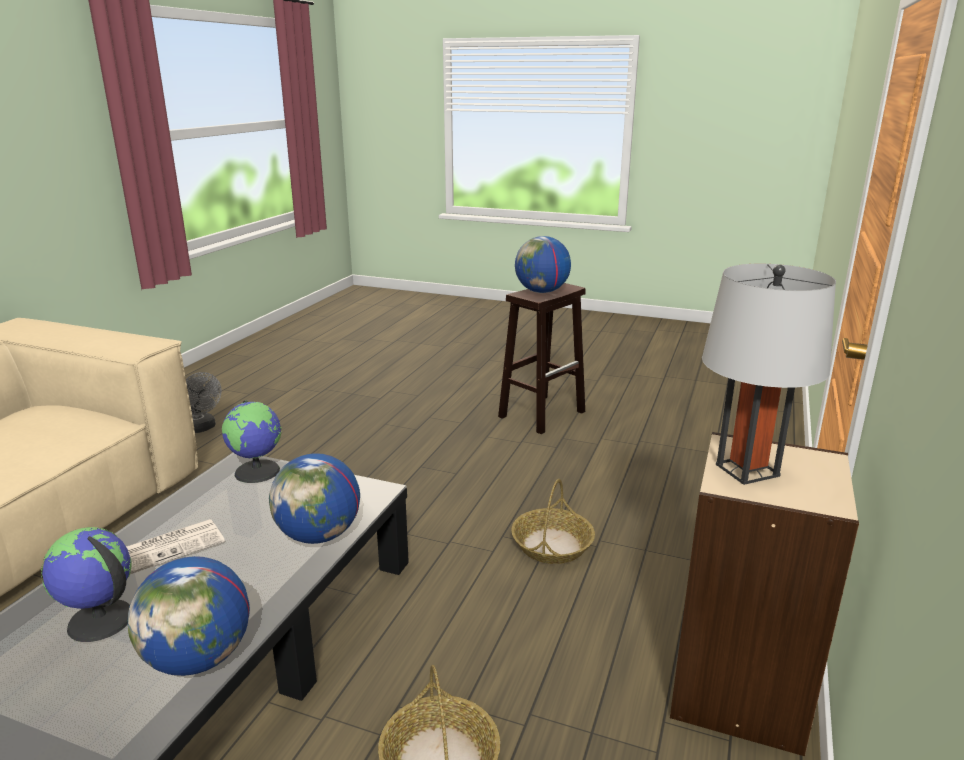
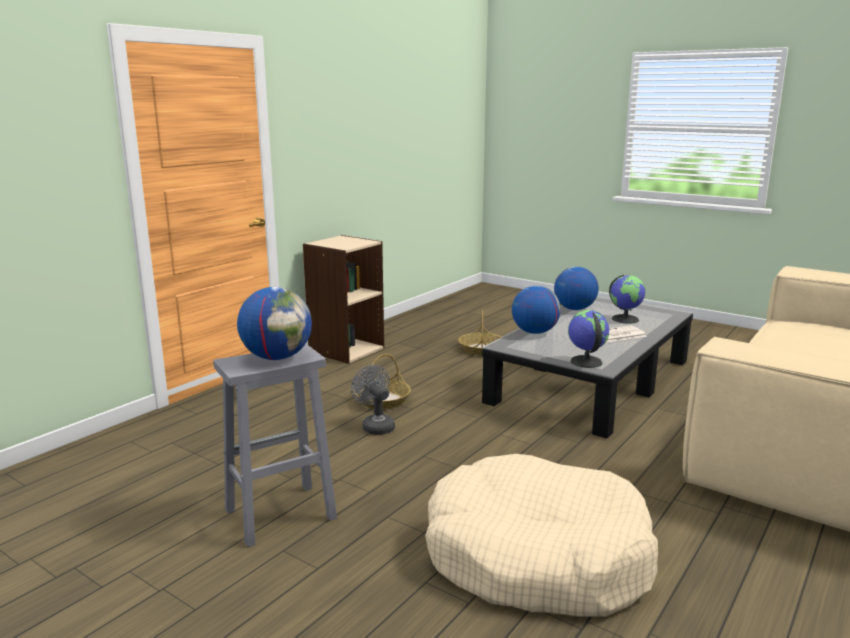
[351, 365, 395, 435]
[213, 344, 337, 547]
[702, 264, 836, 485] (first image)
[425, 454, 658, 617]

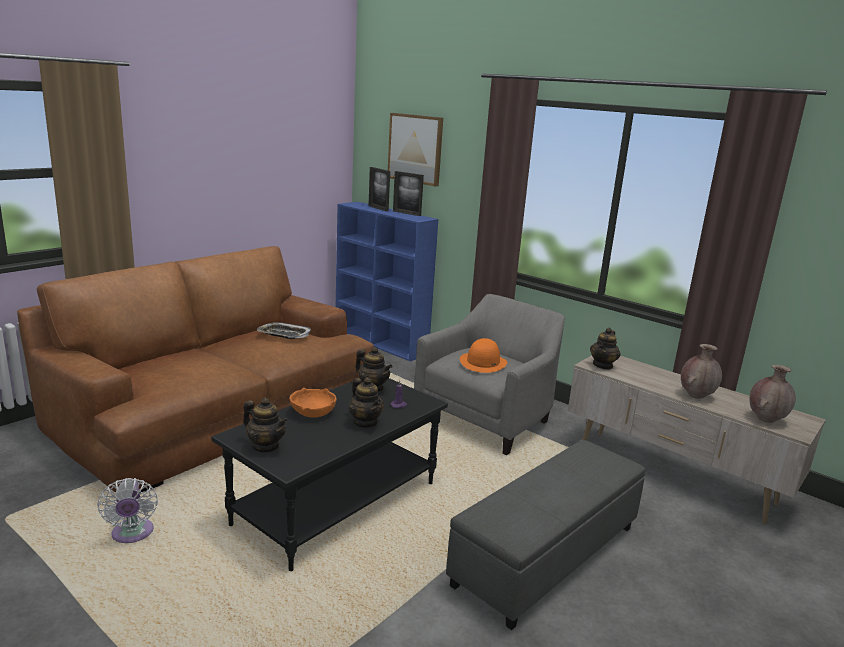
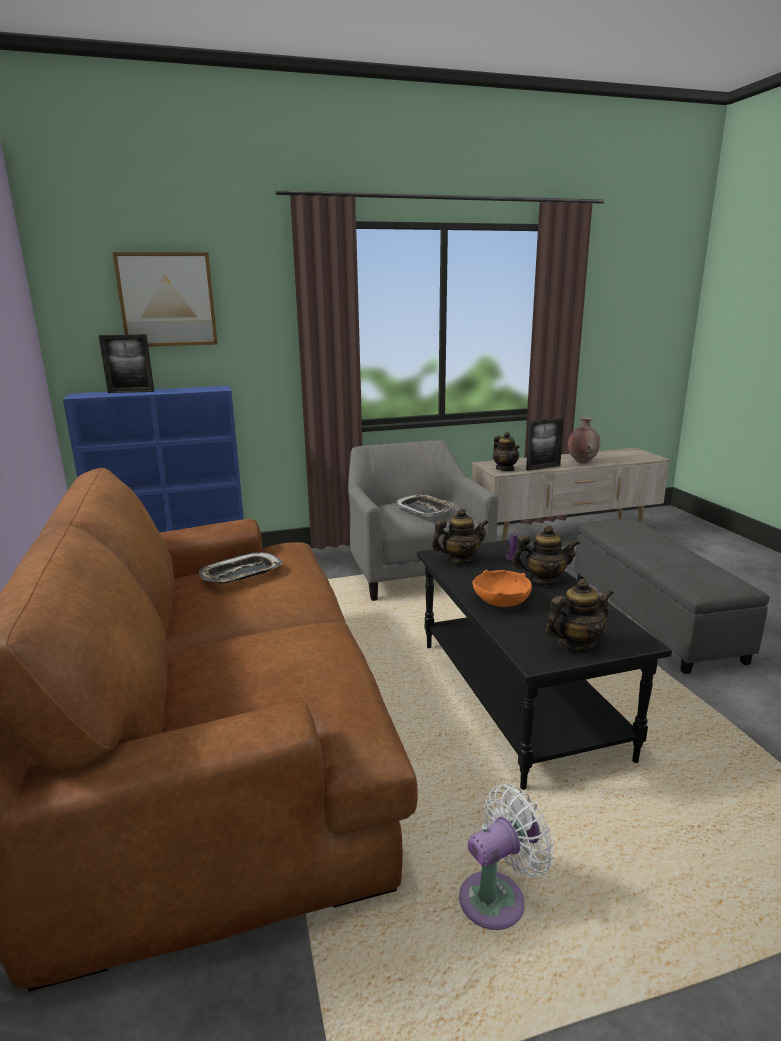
[459, 784, 554, 930]
[526, 418, 564, 471]
[394, 494, 454, 516]
[750, 365, 796, 423] (first image)

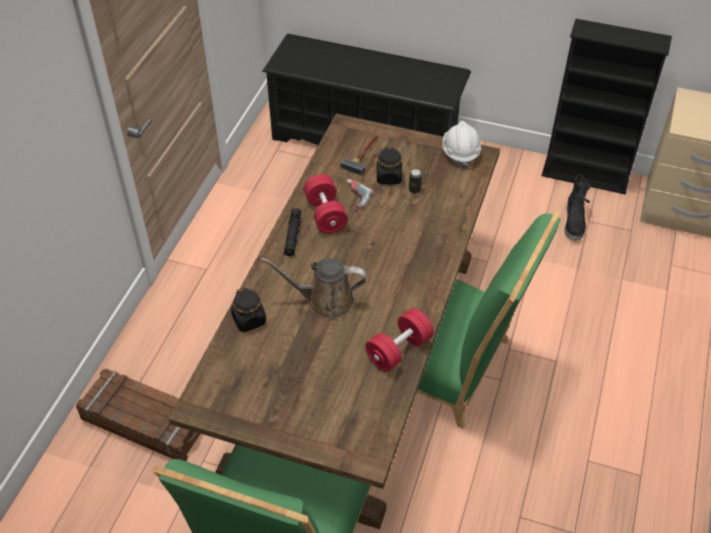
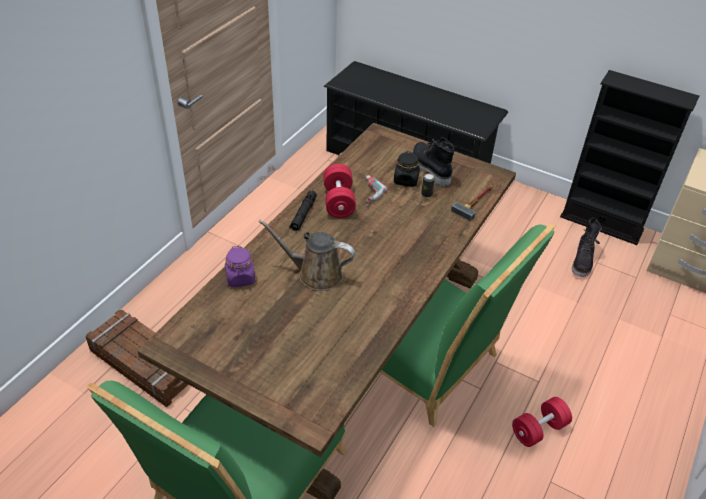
[225, 246, 255, 287]
[451, 185, 492, 221]
[512, 397, 572, 447]
[442, 121, 481, 168] (first image)
[413, 137, 455, 187]

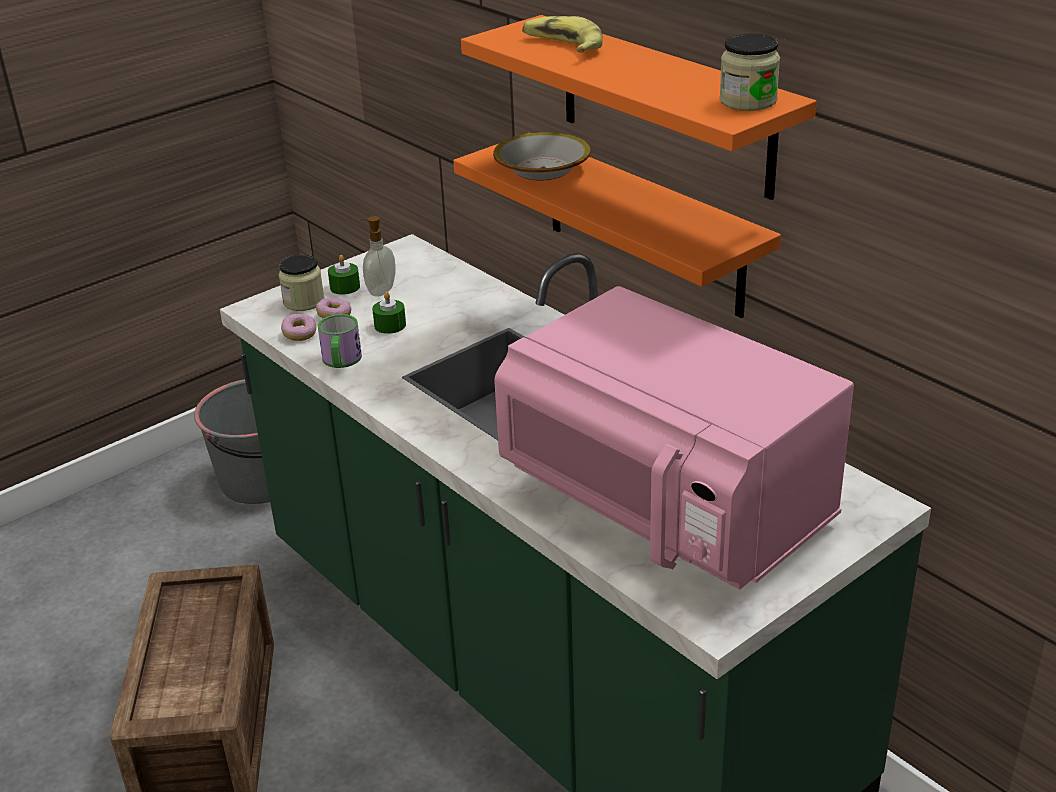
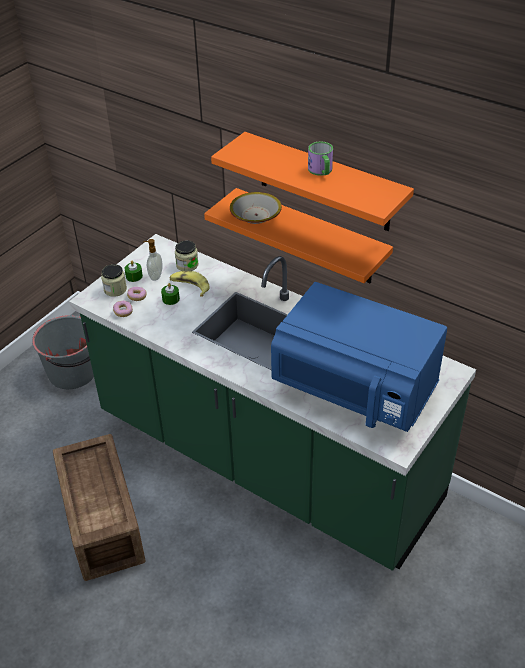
[308, 141, 333, 176]
[271, 282, 447, 432]
[170, 271, 210, 297]
[175, 240, 199, 271]

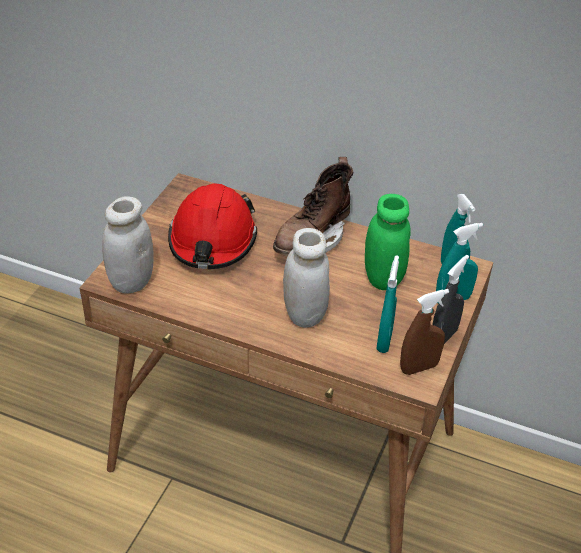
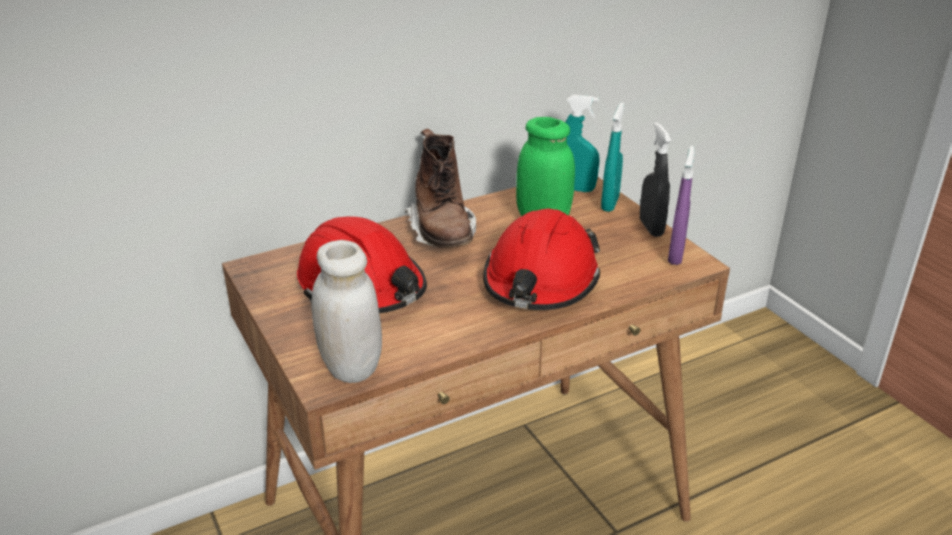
[483, 208, 600, 310]
[376, 255, 399, 353] (first image)
[668, 146, 695, 265]

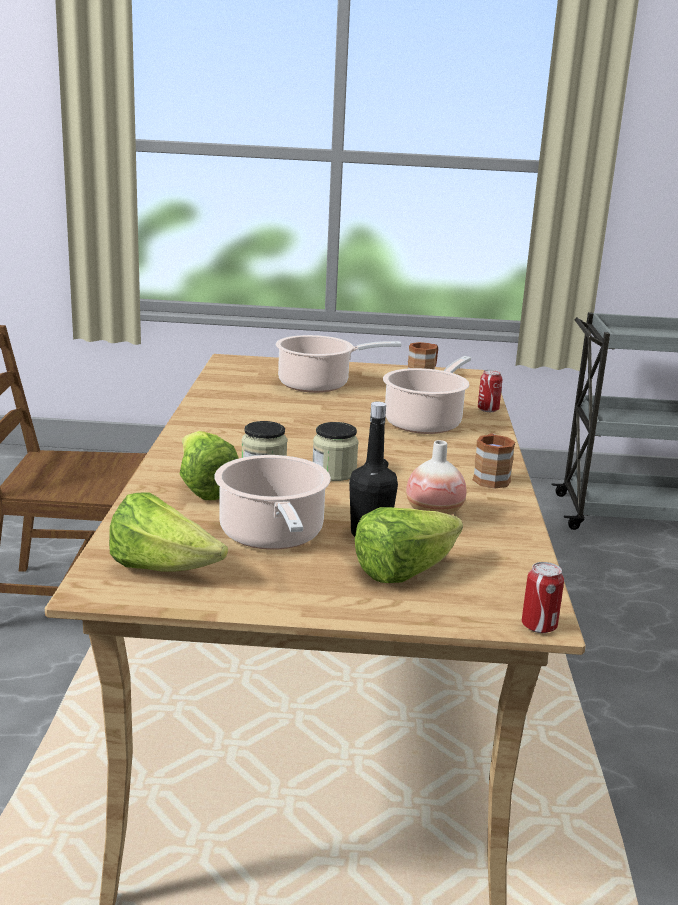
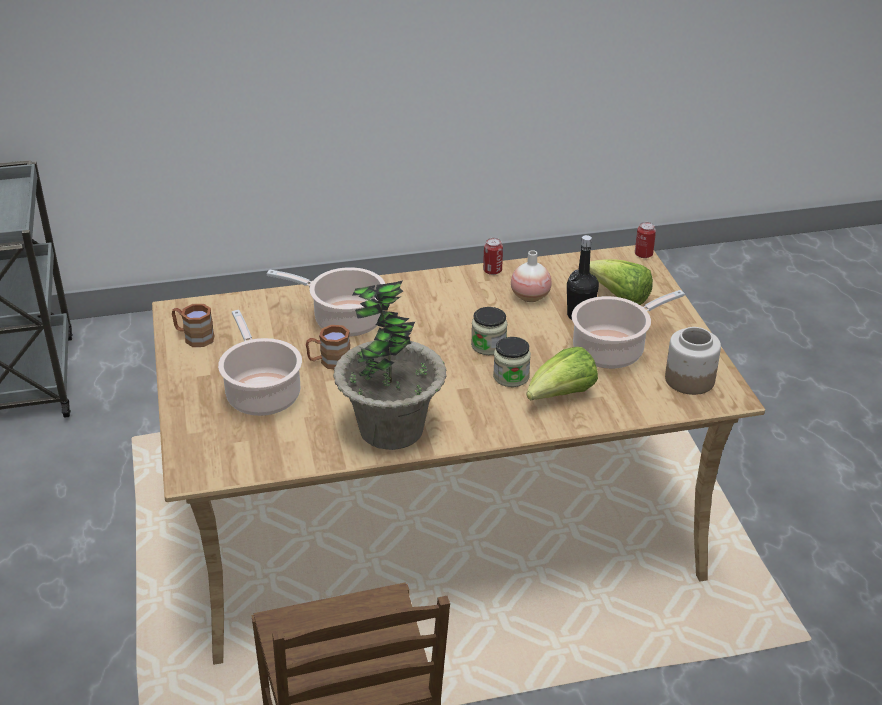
[665, 327, 721, 395]
[306, 325, 350, 369]
[483, 238, 503, 275]
[333, 280, 447, 450]

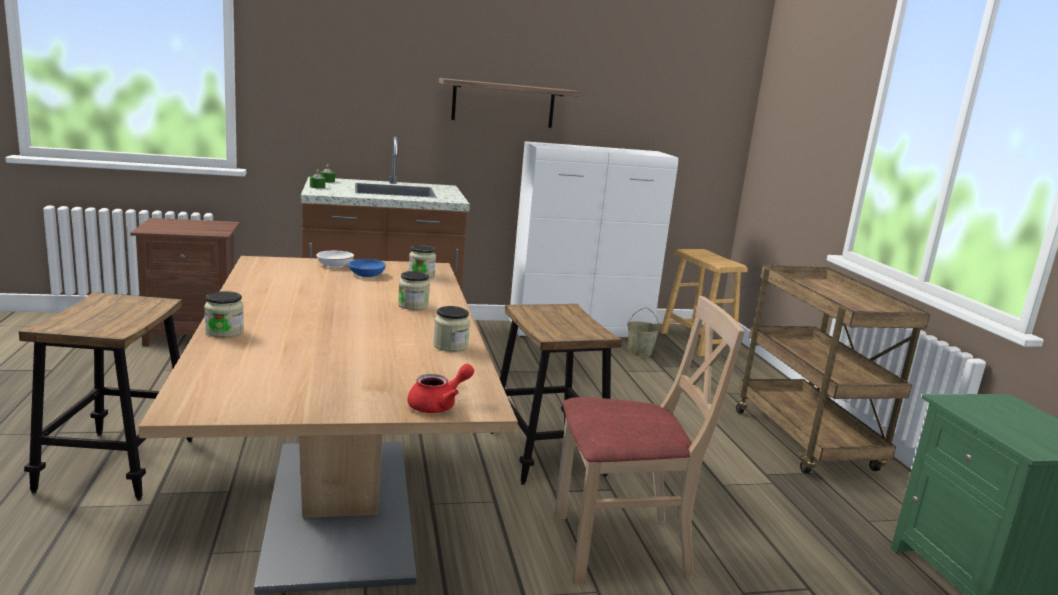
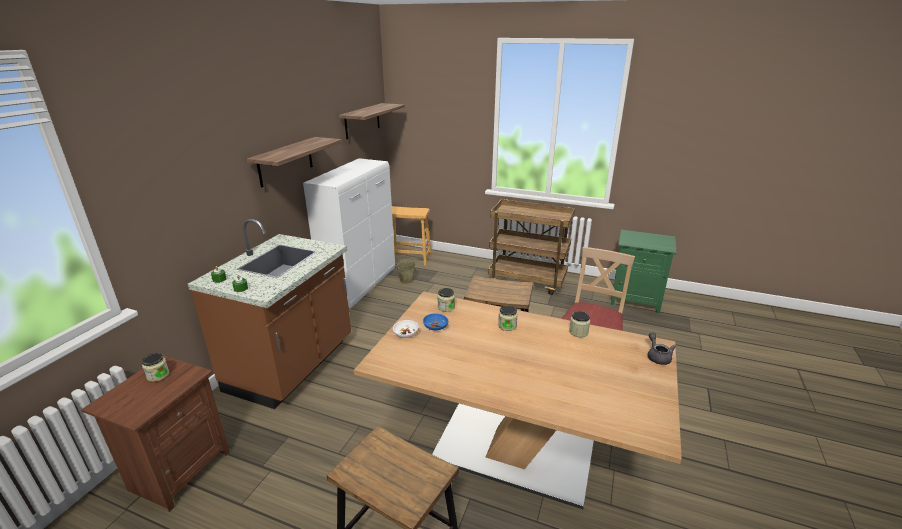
[142, 353, 169, 382]
[648, 332, 676, 365]
[339, 103, 405, 140]

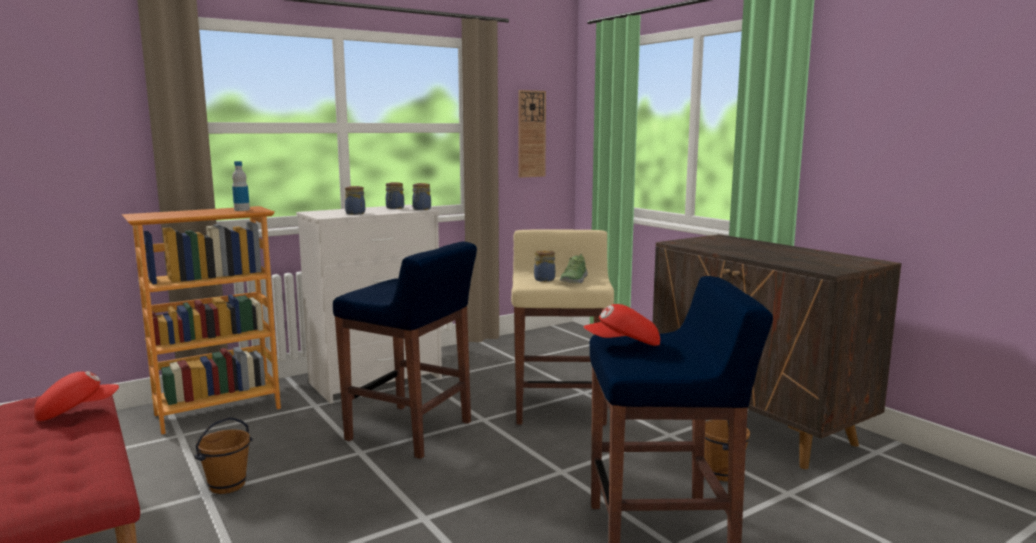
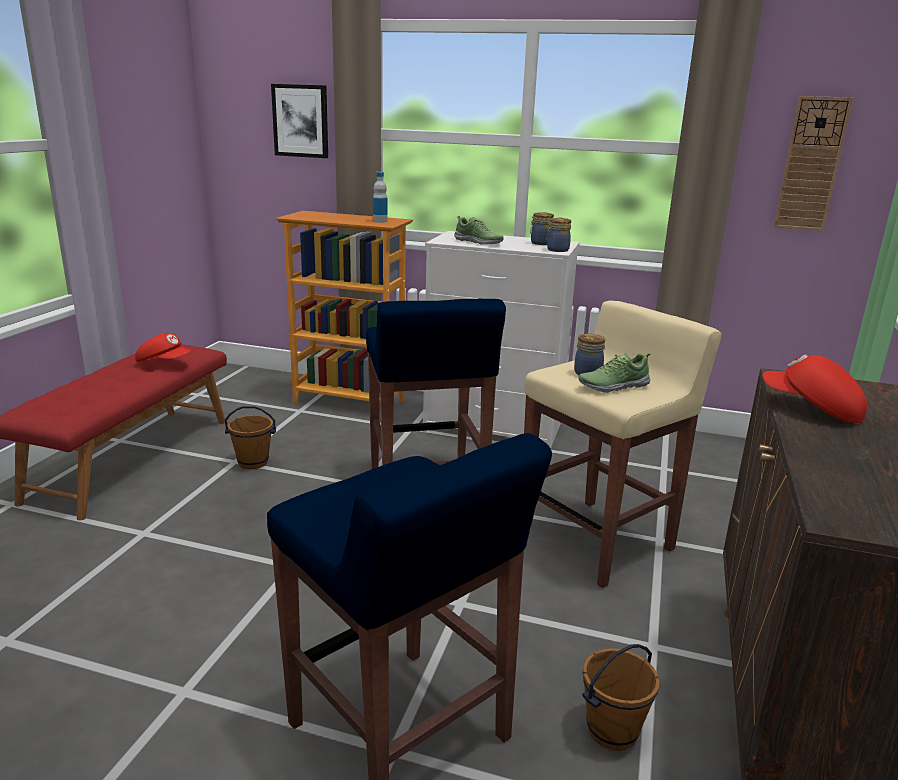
[454, 216, 504, 245]
[762, 354, 867, 423]
[271, 84, 328, 158]

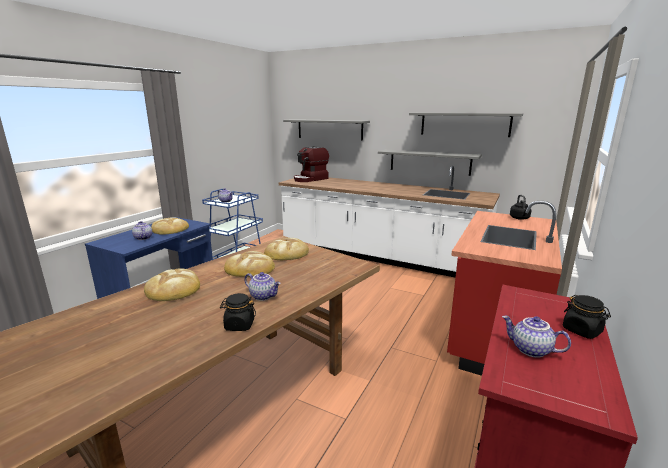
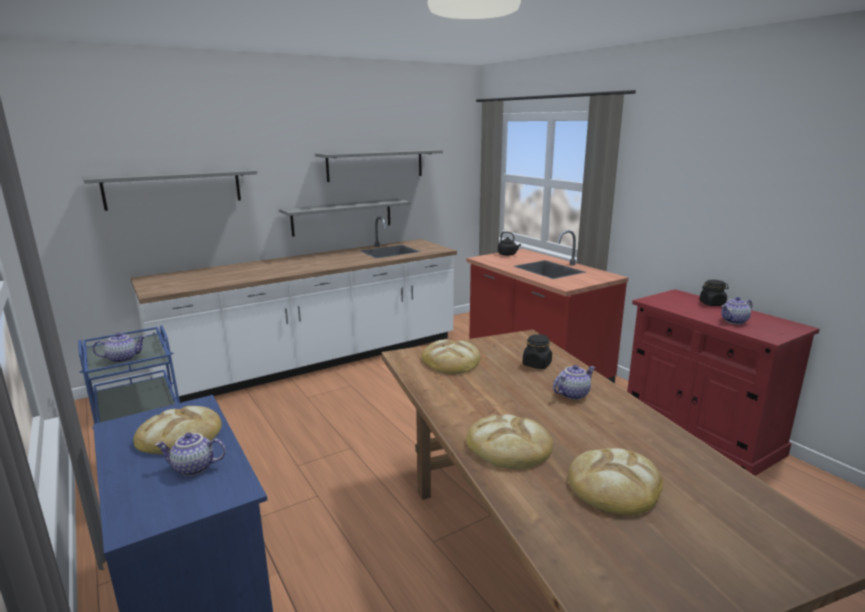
[522, 334, 552, 369]
[568, 448, 663, 515]
[294, 146, 329, 182] (first image)

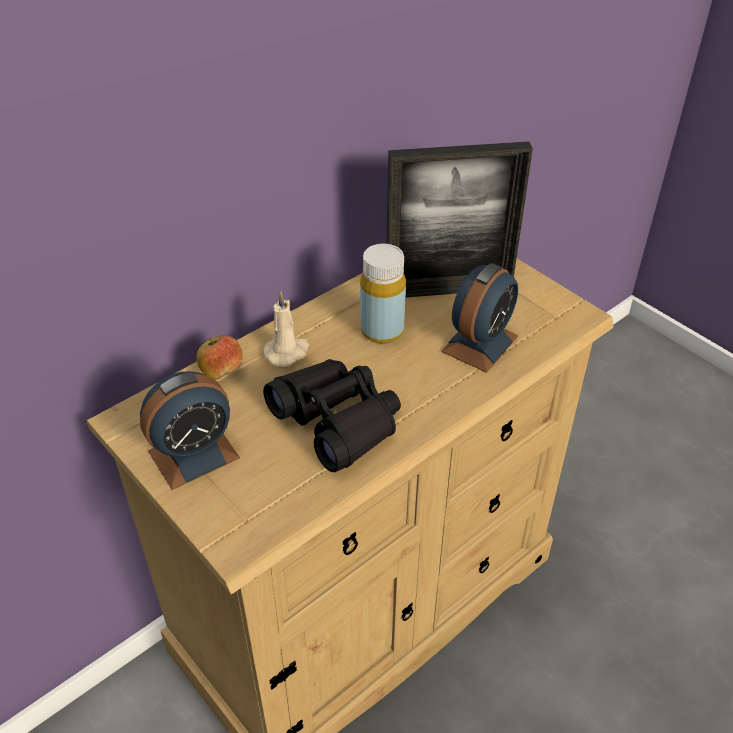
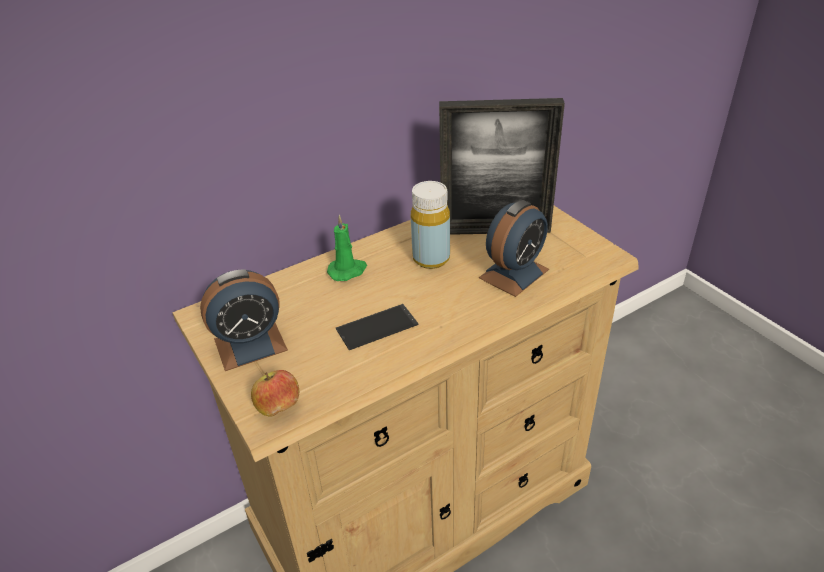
[251, 370, 299, 417]
[336, 304, 418, 350]
[327, 215, 367, 281]

